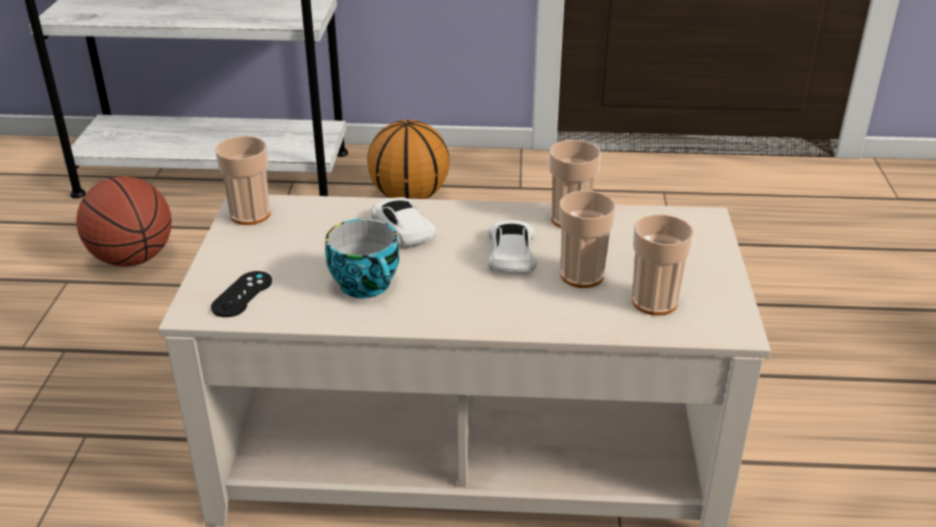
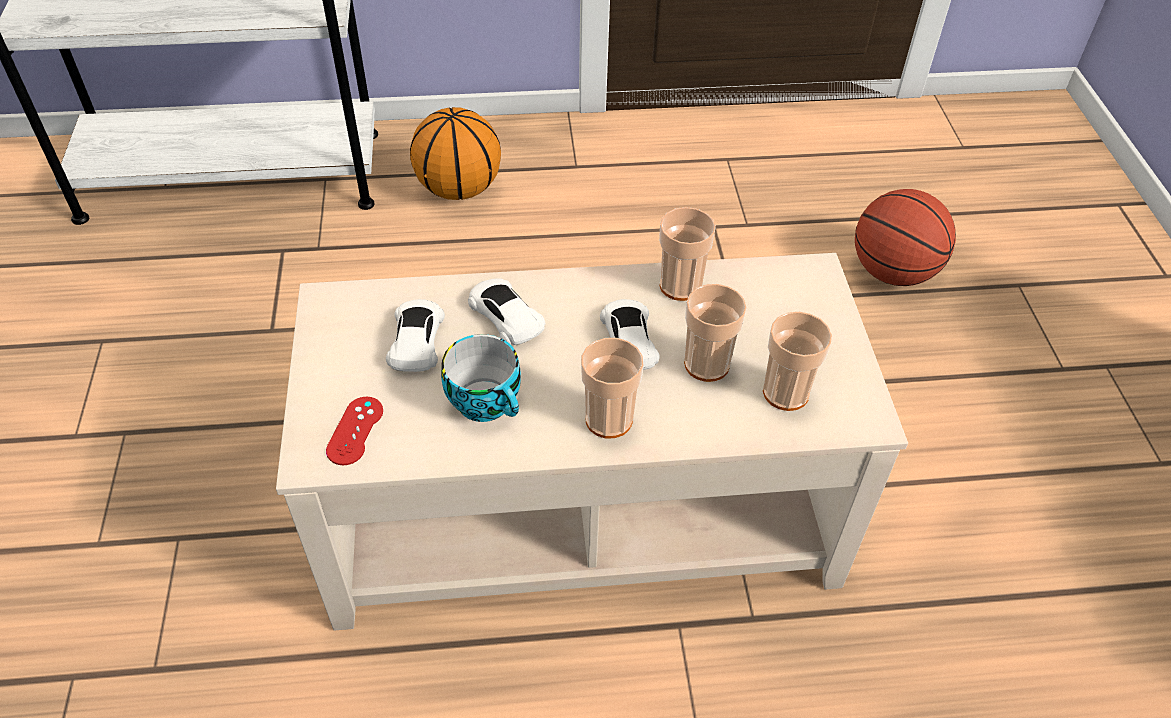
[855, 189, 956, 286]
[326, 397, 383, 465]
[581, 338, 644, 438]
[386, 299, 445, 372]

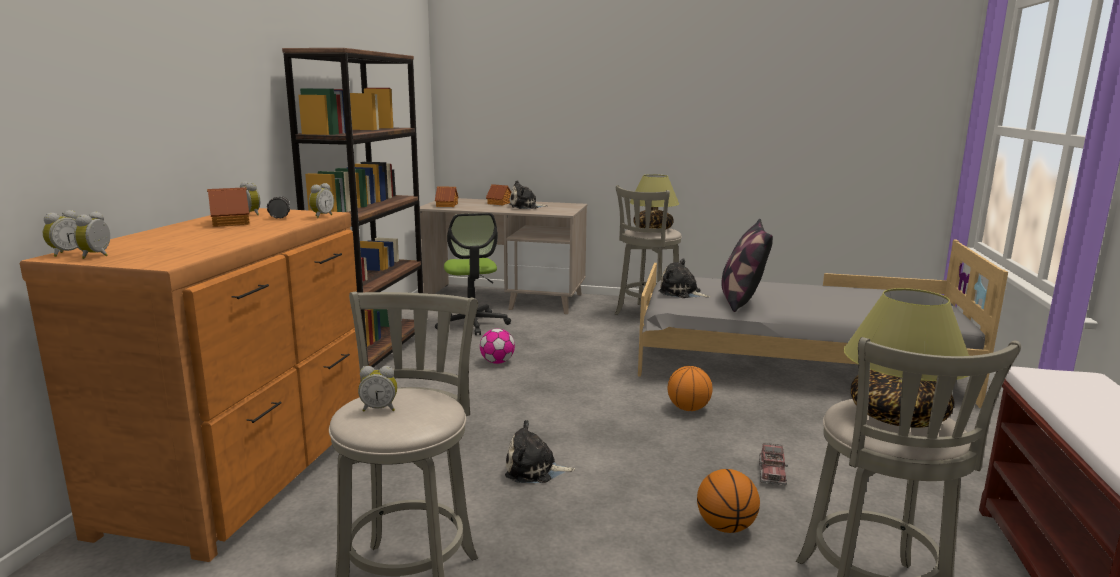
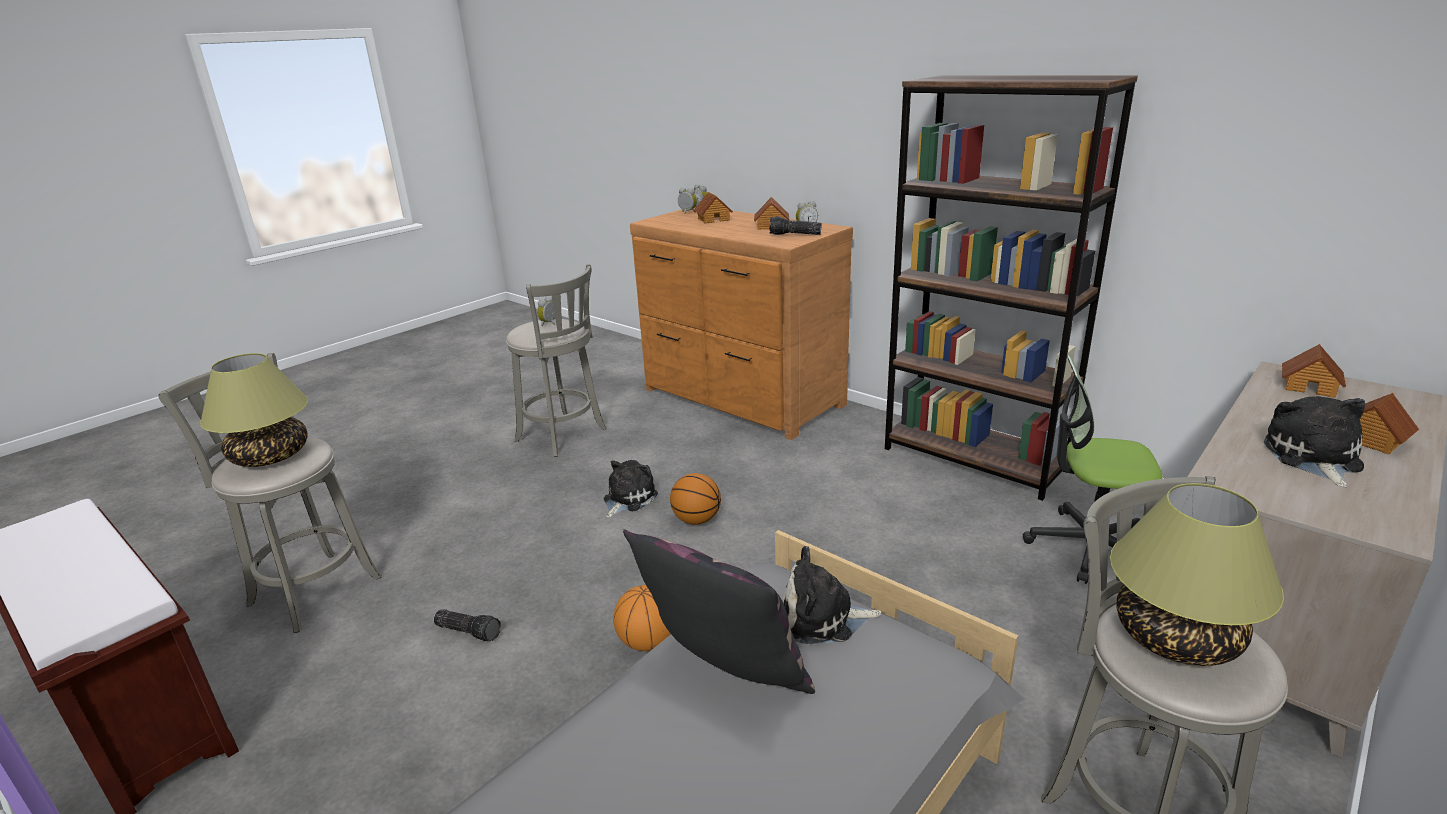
[309, 183, 334, 218] (first image)
[480, 329, 515, 364] (first image)
[783, 546, 882, 644]
[670, 473, 721, 525]
[434, 610, 501, 641]
[694, 192, 733, 224]

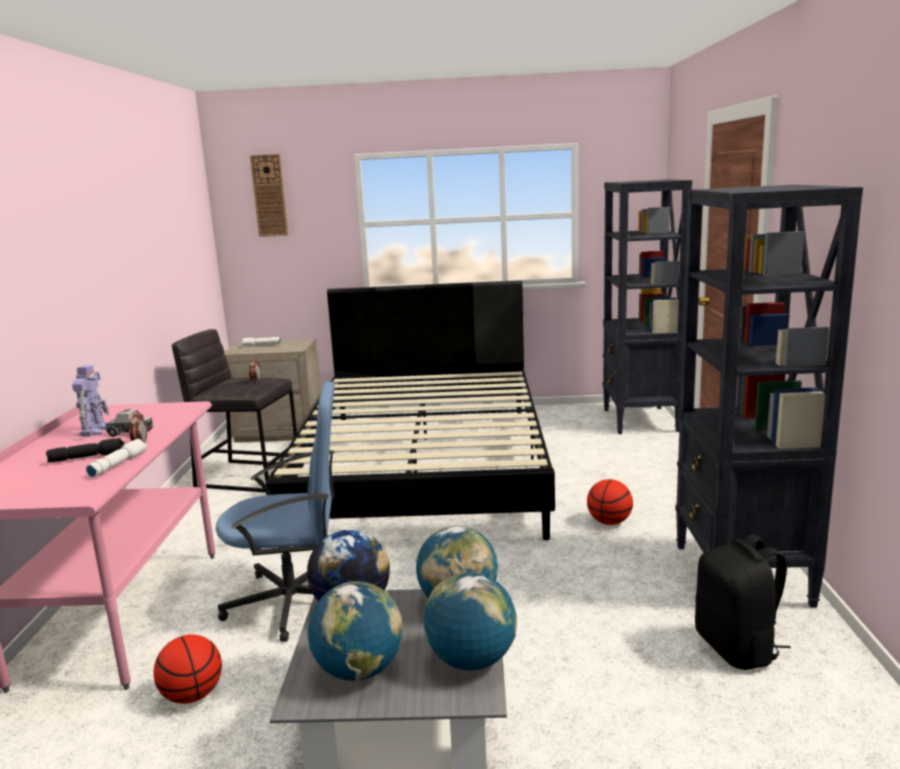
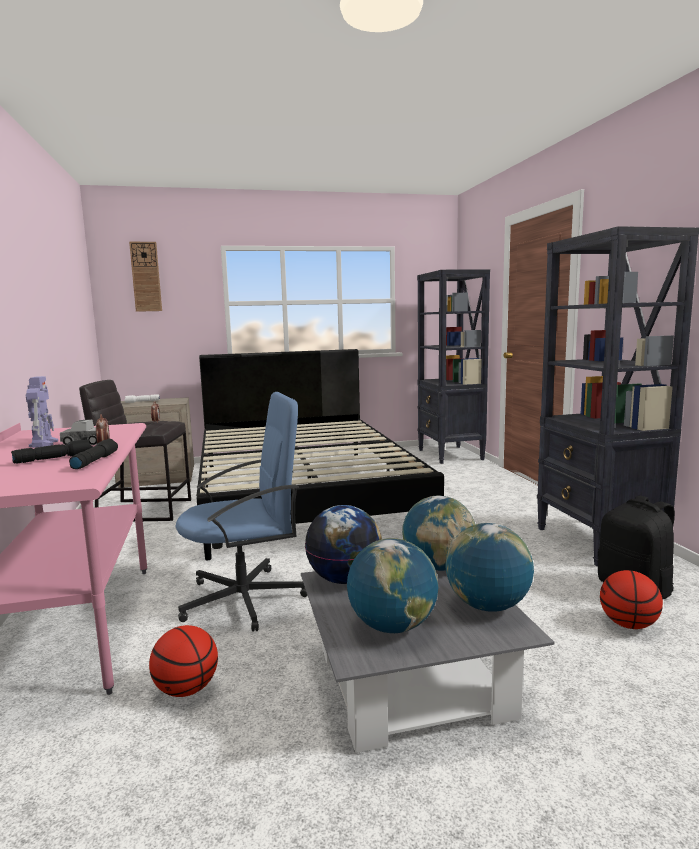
[69, 439, 118, 469]
[600, 570, 663, 629]

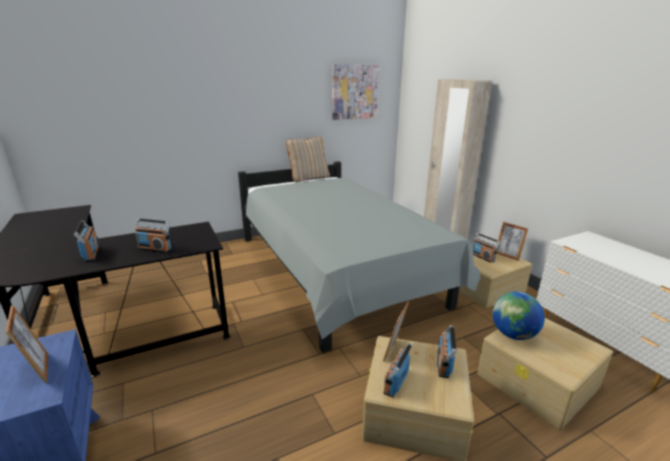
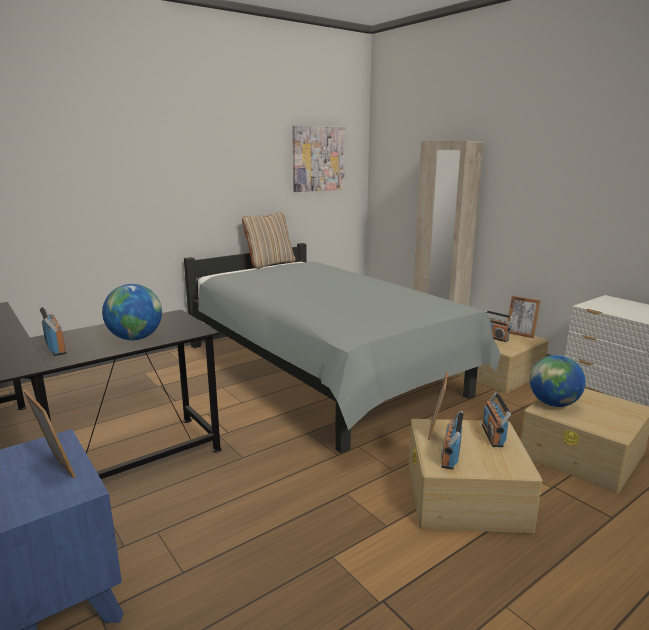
[102, 284, 162, 340]

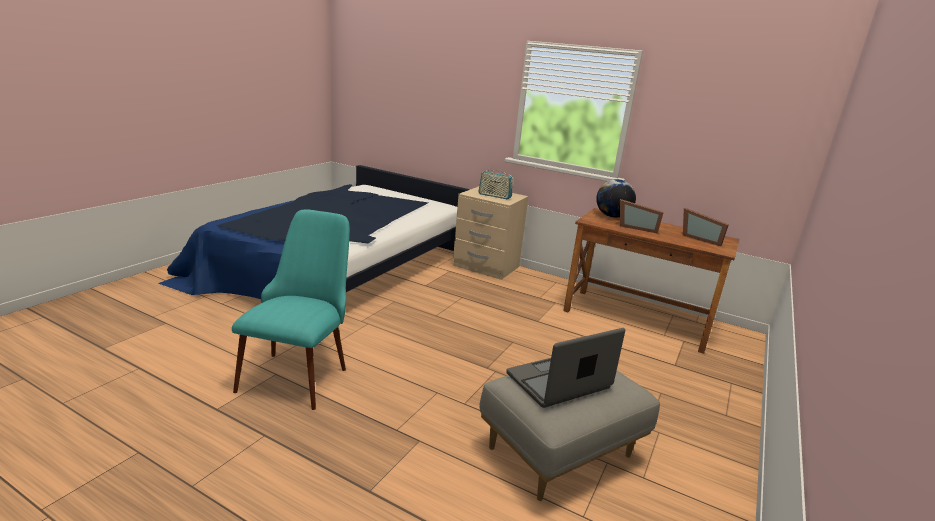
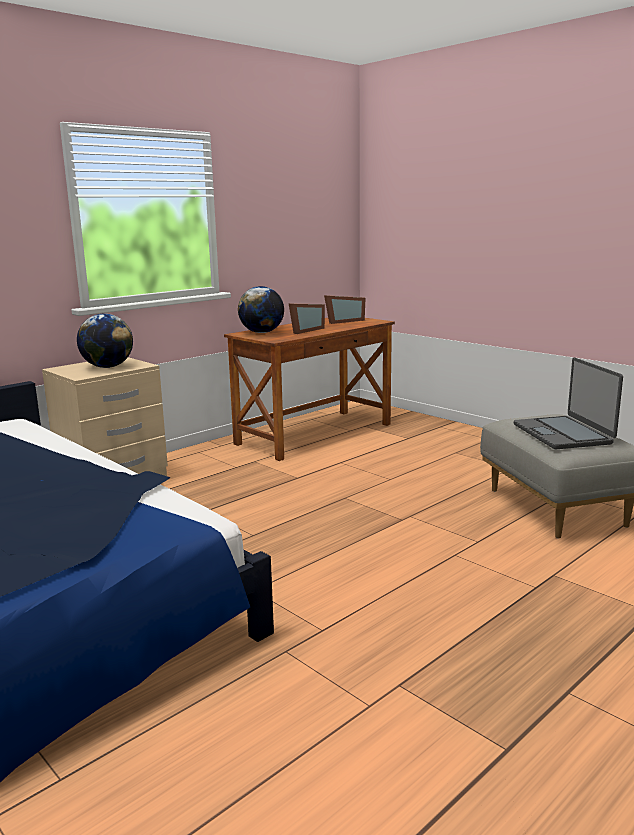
[232, 210, 350, 410] (first image)
[77, 314, 133, 368]

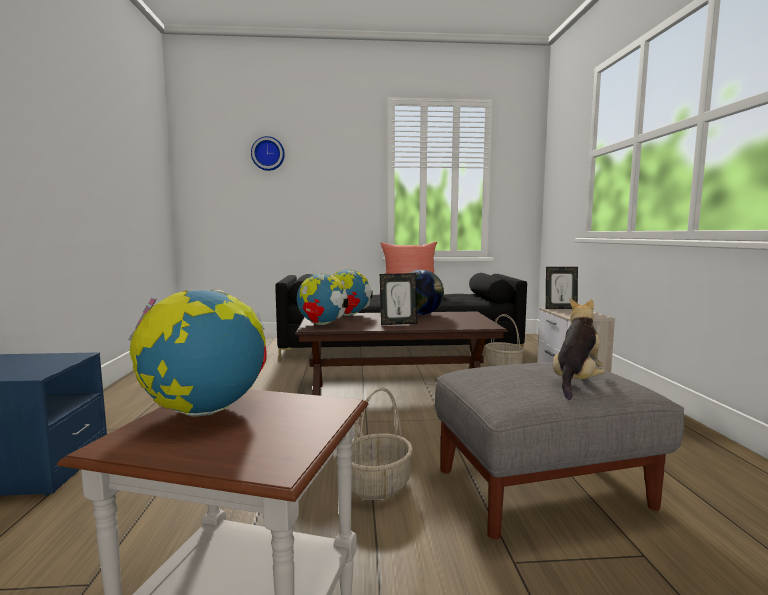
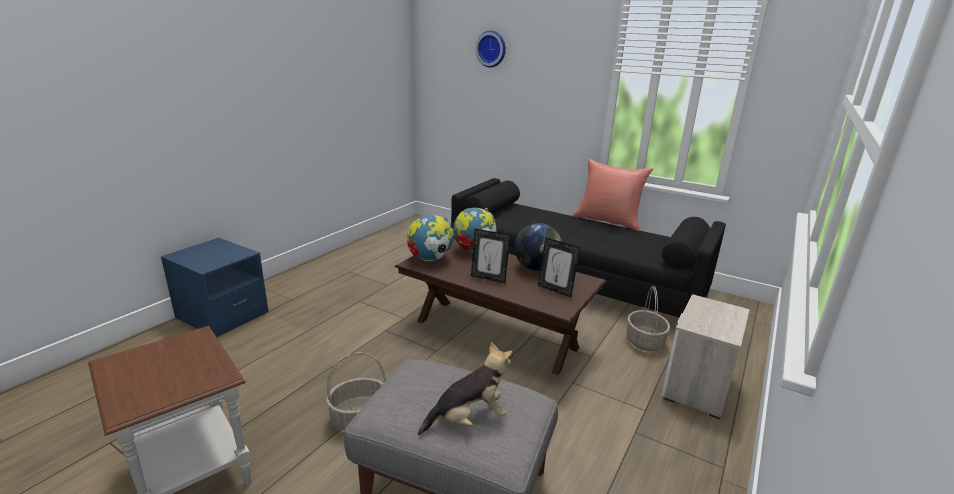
[128, 290, 267, 417] (first image)
[538, 237, 580, 297]

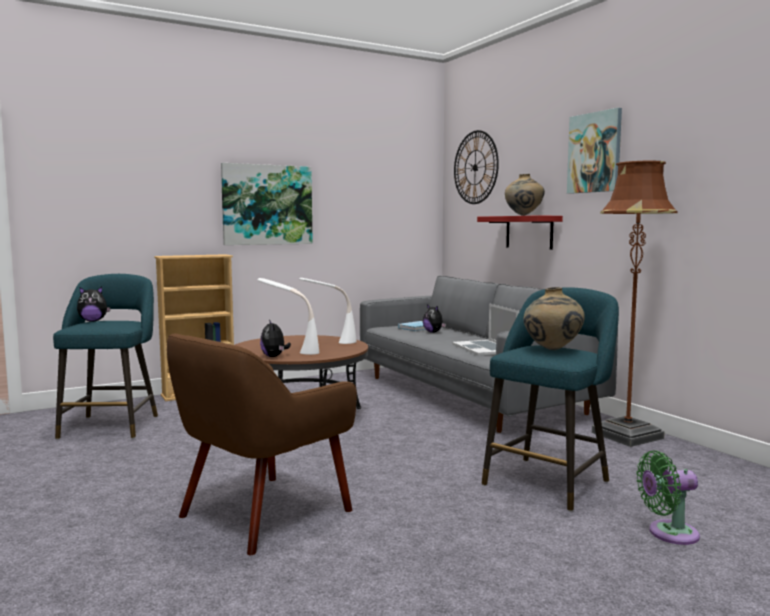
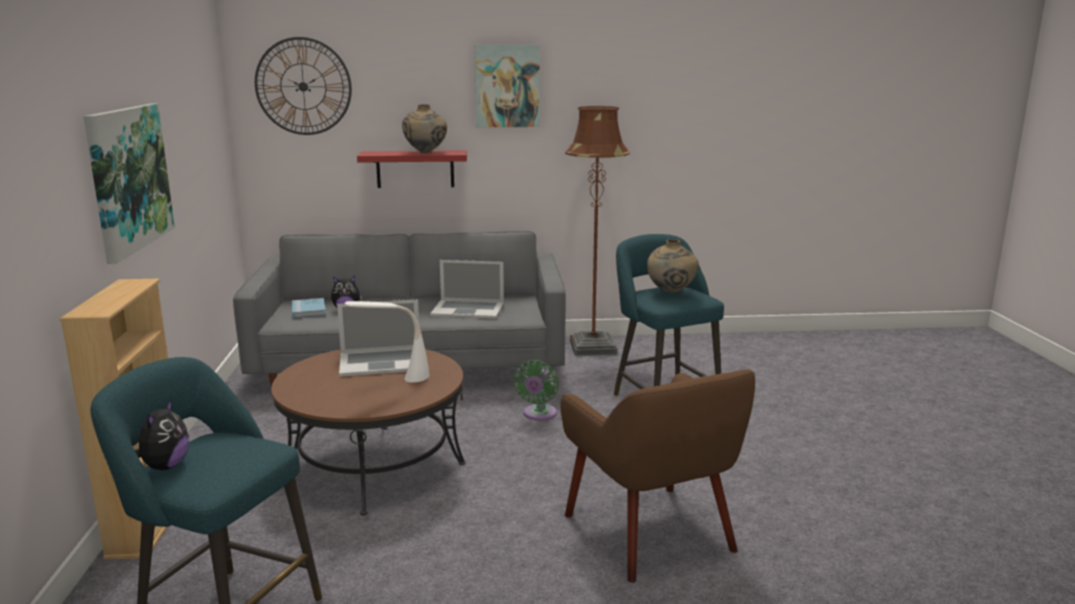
[260, 320, 291, 357] (first image)
[337, 300, 419, 377]
[513, 360, 559, 420]

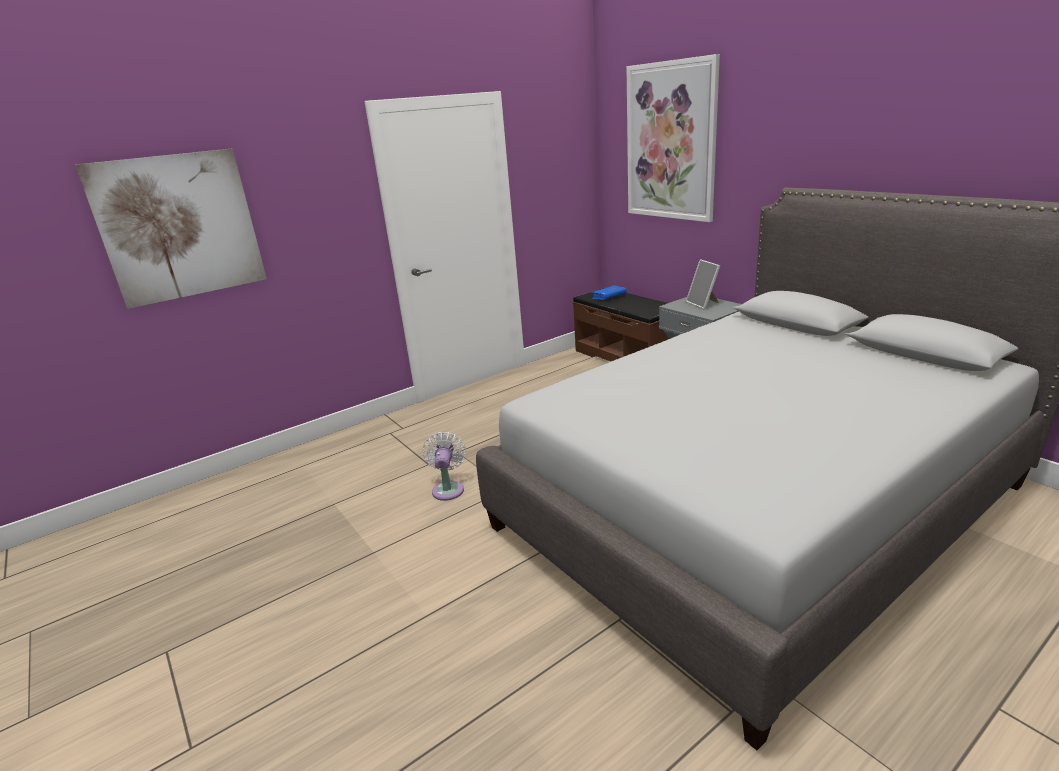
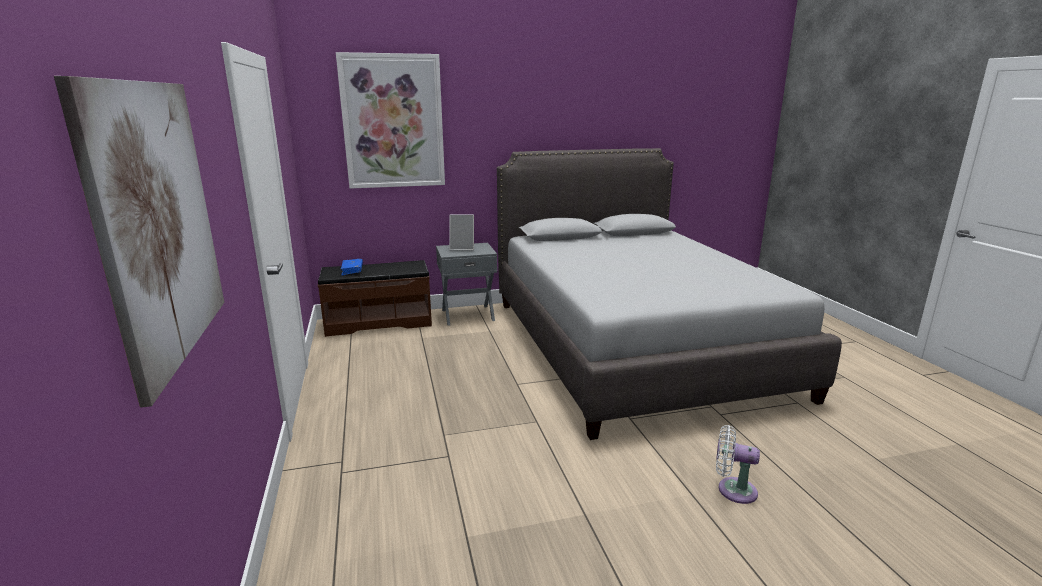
[716, 425, 760, 504]

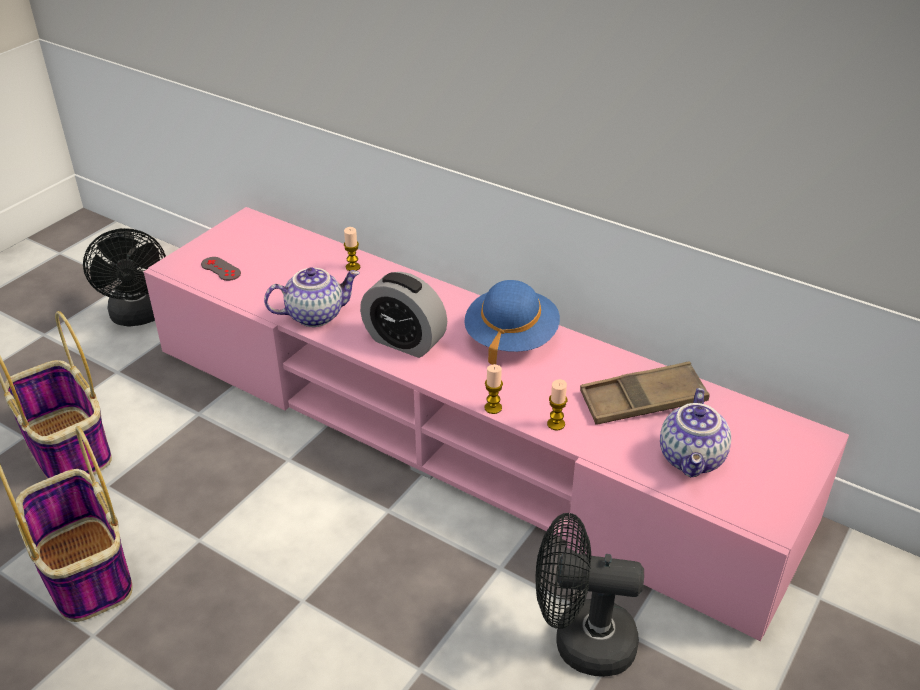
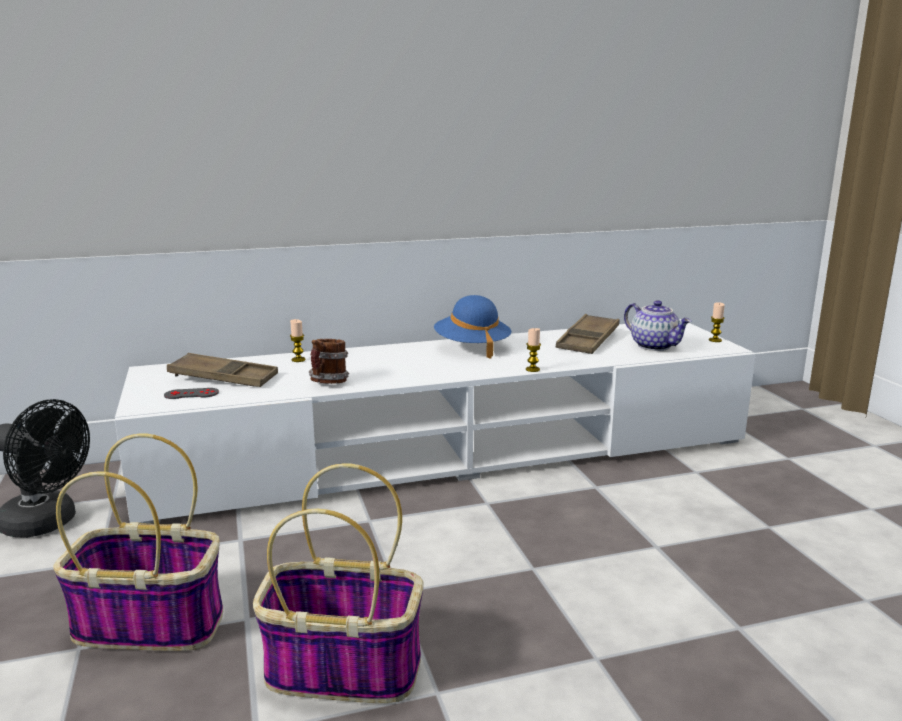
[115, 319, 756, 524]
[309, 339, 349, 384]
[360, 272, 447, 358] (first image)
[535, 513, 644, 677] (first image)
[709, 302, 725, 342]
[167, 353, 278, 387]

